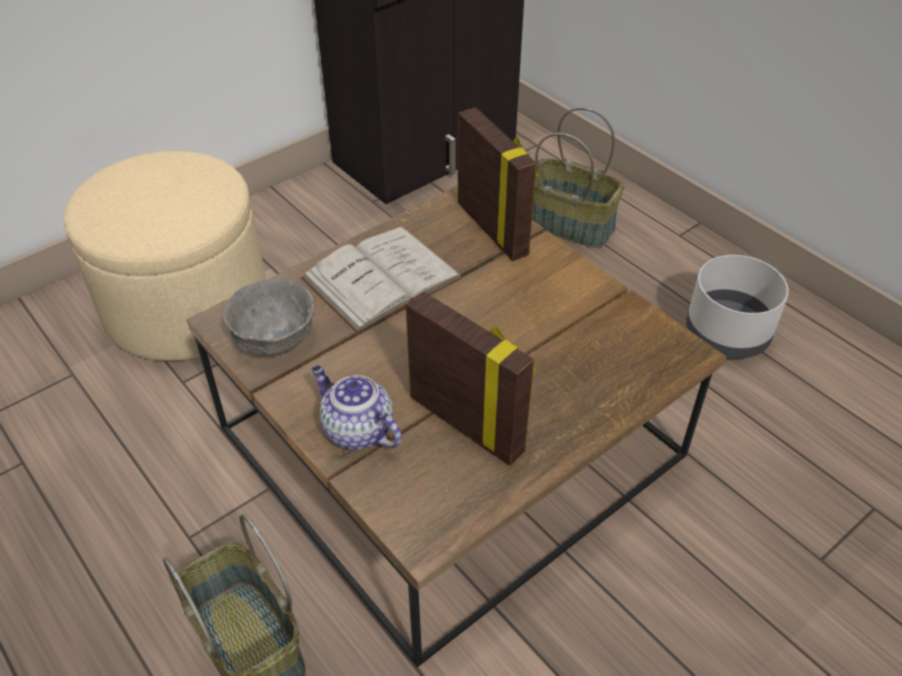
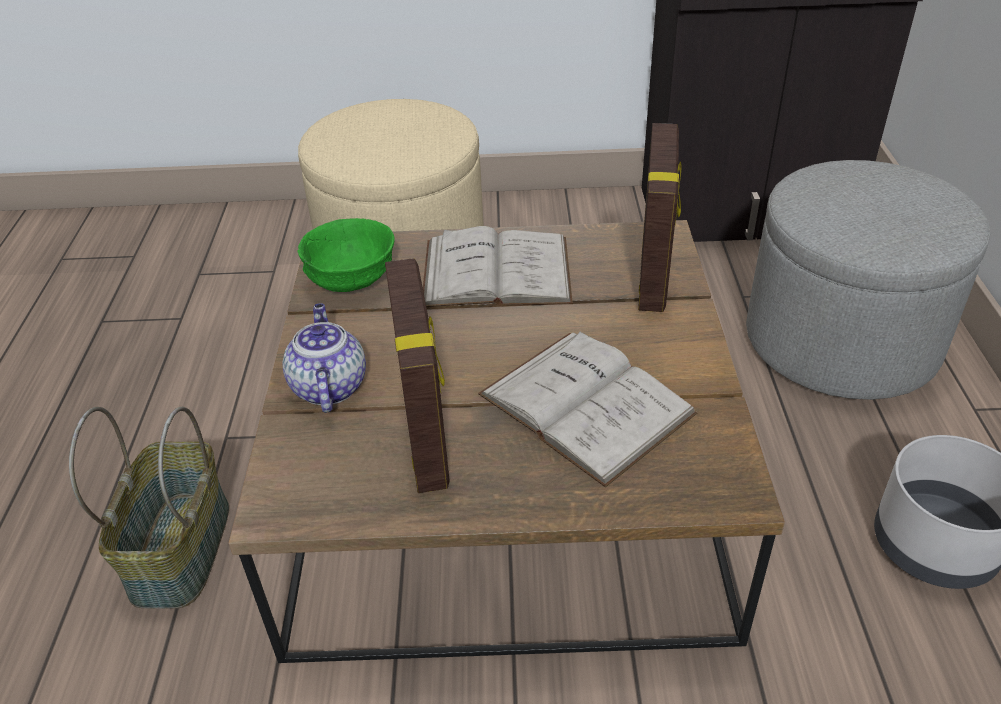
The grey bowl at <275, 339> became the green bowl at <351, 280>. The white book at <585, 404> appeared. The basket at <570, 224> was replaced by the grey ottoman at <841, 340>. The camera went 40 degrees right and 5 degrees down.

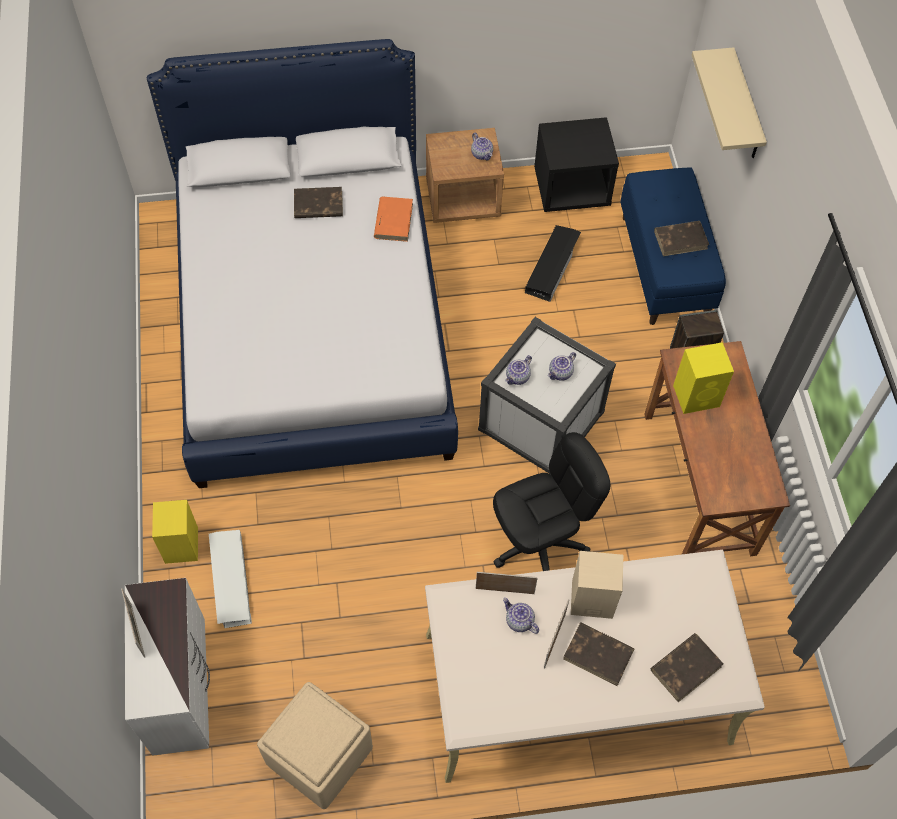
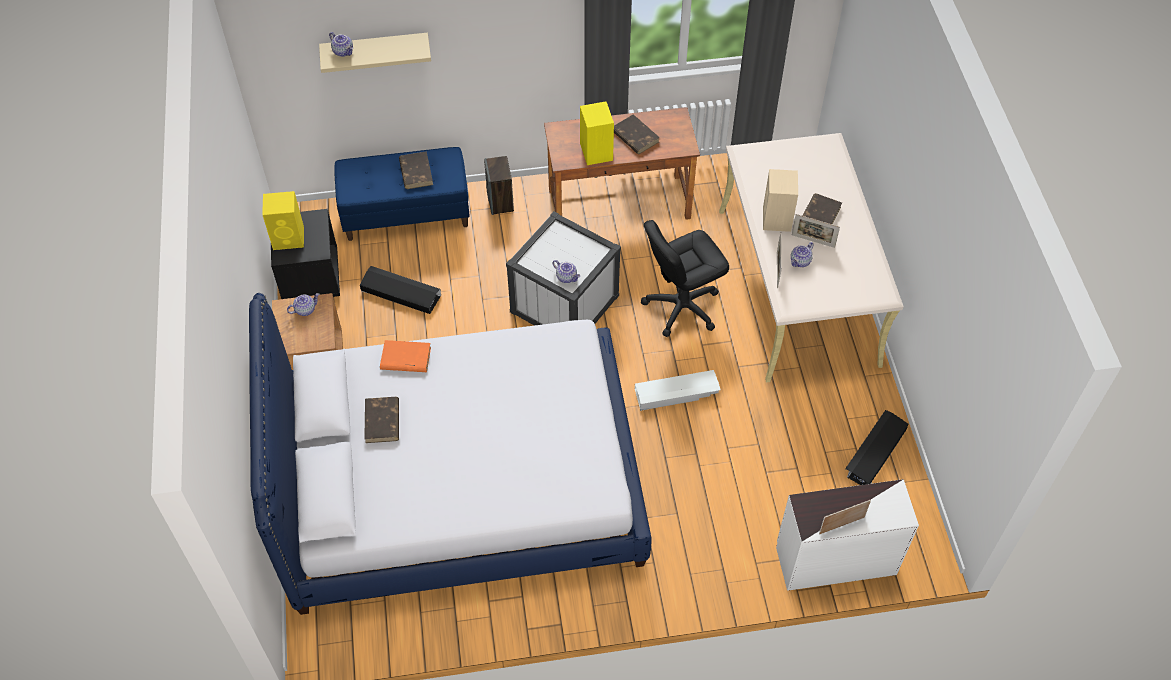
The yellow speaker moved from <181, 546> to <289, 238>. The teapot moved from <561, 373> to <343, 51>. The brown book moved from <686, 668> to <634, 136>. The white storage box moved from <230, 581> to <677, 393>. The black office chair at <539, 545> turned 90 degrees counterclockwise. The beige ottoman at <319, 753> was replaced by the black storage box at <874, 452>. The camera went 90 degrees left and 5 degrees down.

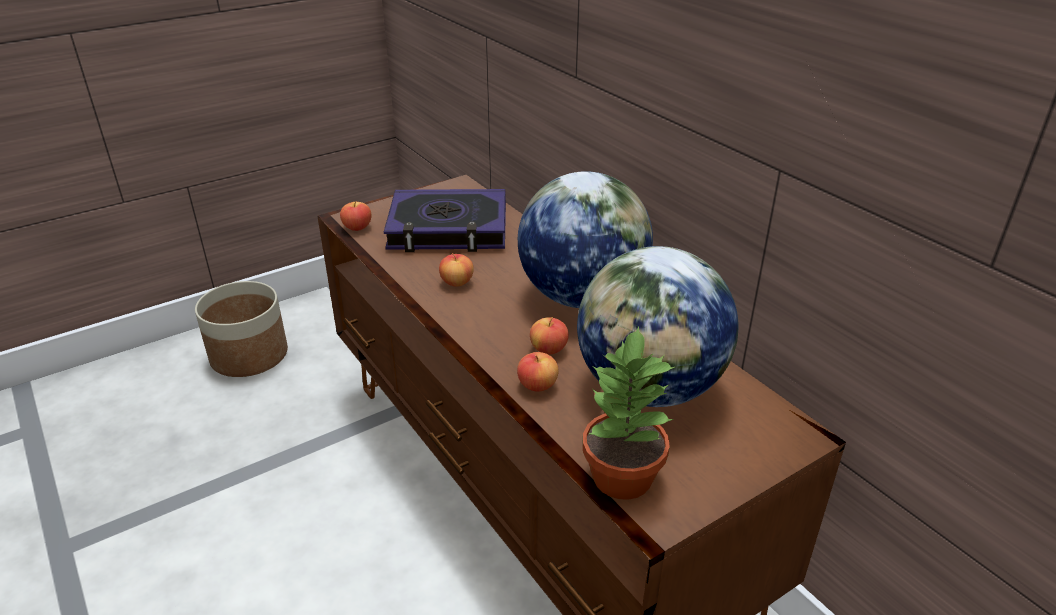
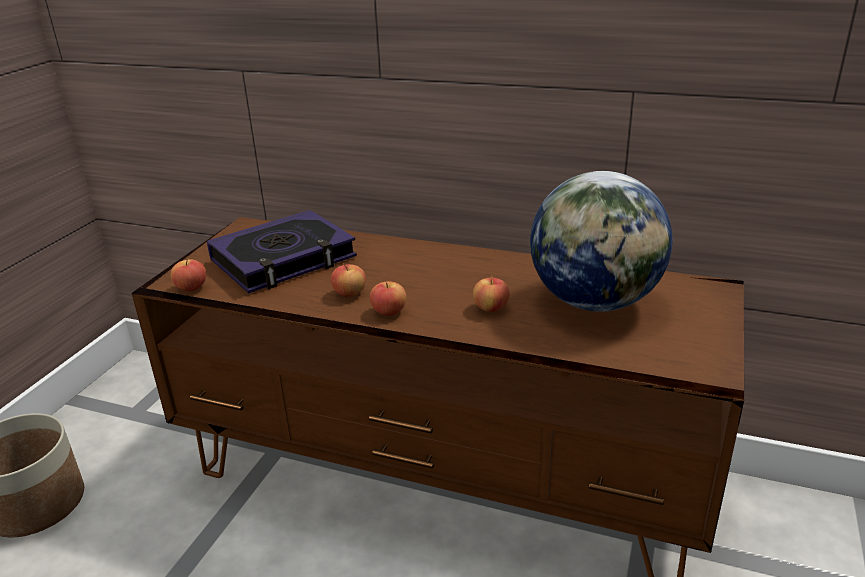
The apple moved from <537, 385> to <389, 311>. The globe at <582, 296> disappeared. The potted plant at <621, 478> disappeared. The camera went 35 degrees left and 5 degrees down.

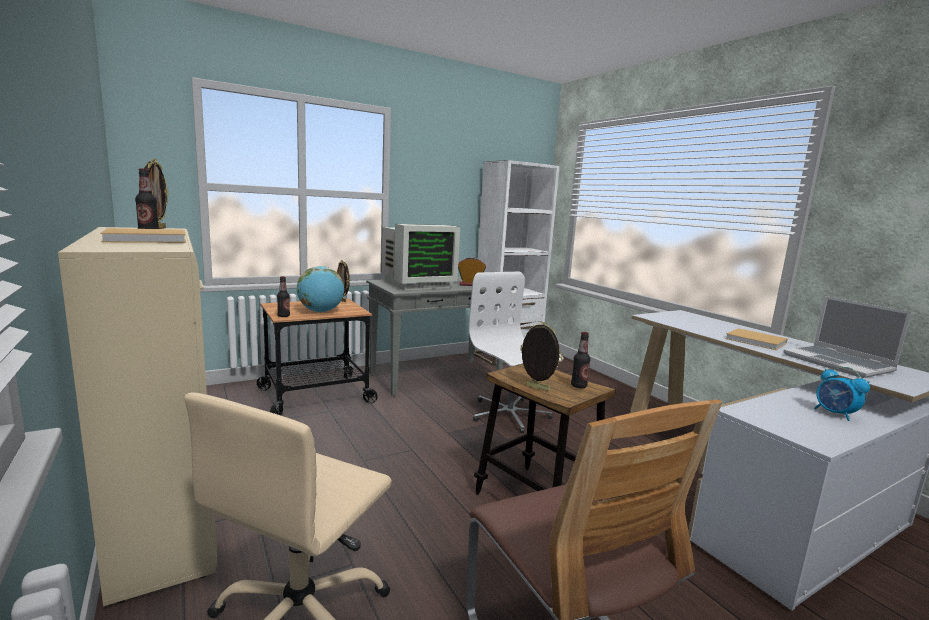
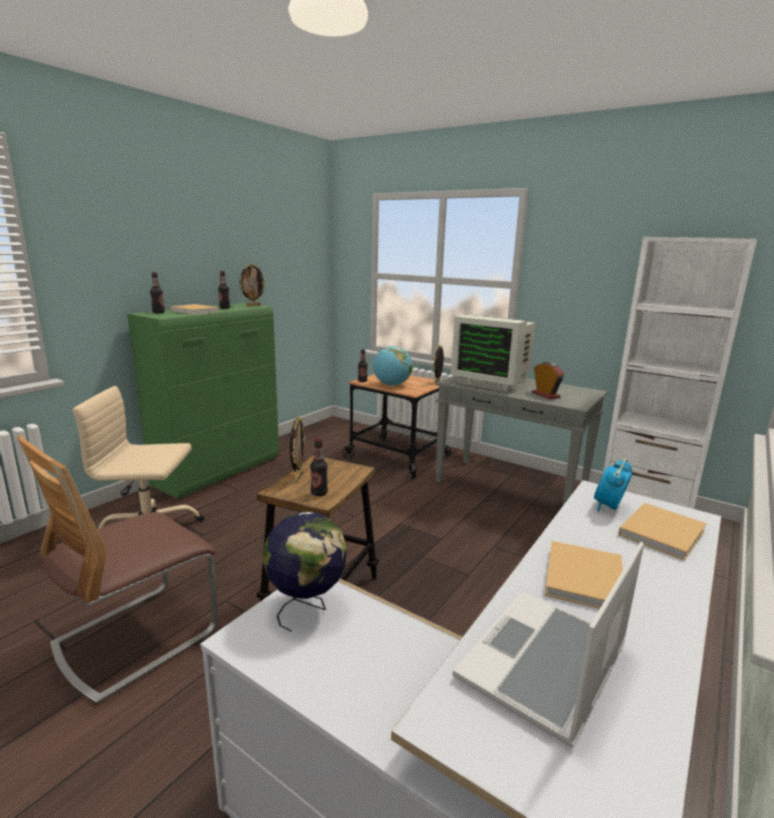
The beige cabinet at <165, 518> became the green cabinet at <219, 472>. The bottle at <158, 312> appeared. The globe at <307, 607> appeared. The alarm clock moved from <835, 414> to <608, 507>. The beige book at <662, 532> appeared. The white office chair at <509, 414> disappeared. The camera went 65 degrees right and 5 degrees up.

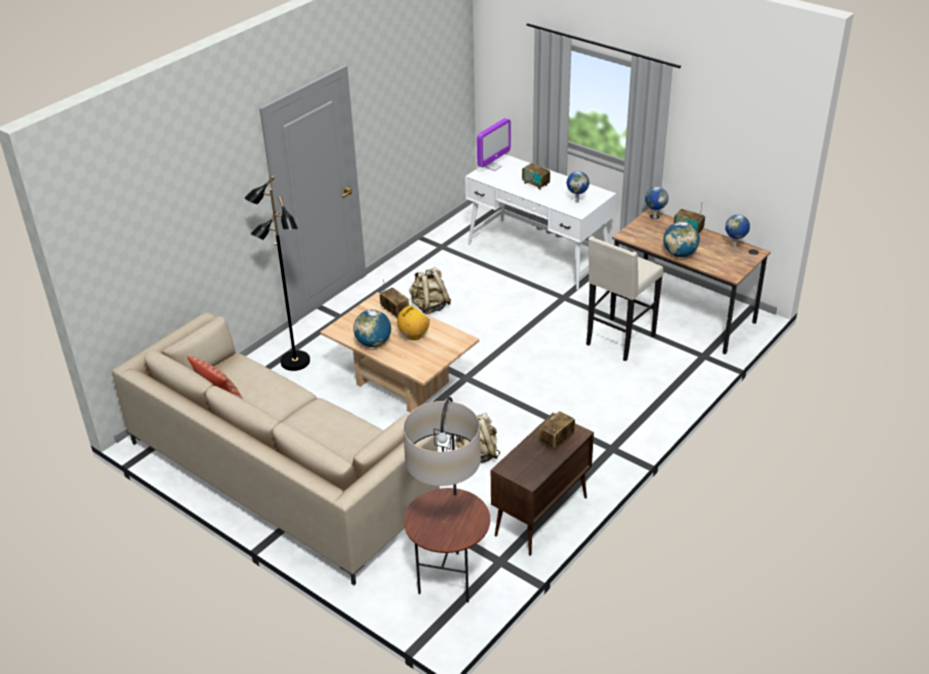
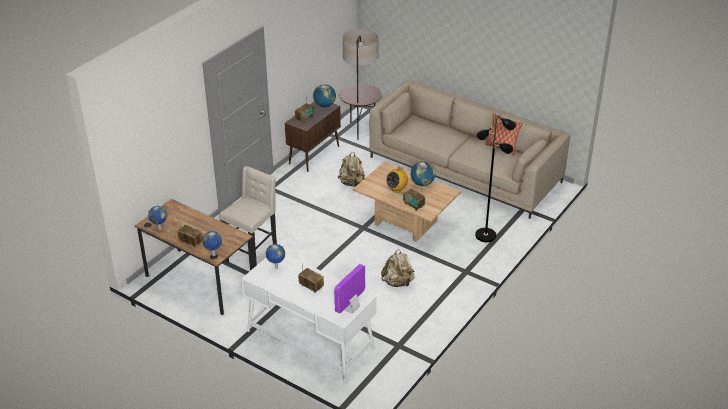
The globe moved from <679, 254> to <324, 105>. The camera went 175 degrees right and 0 degrees up.

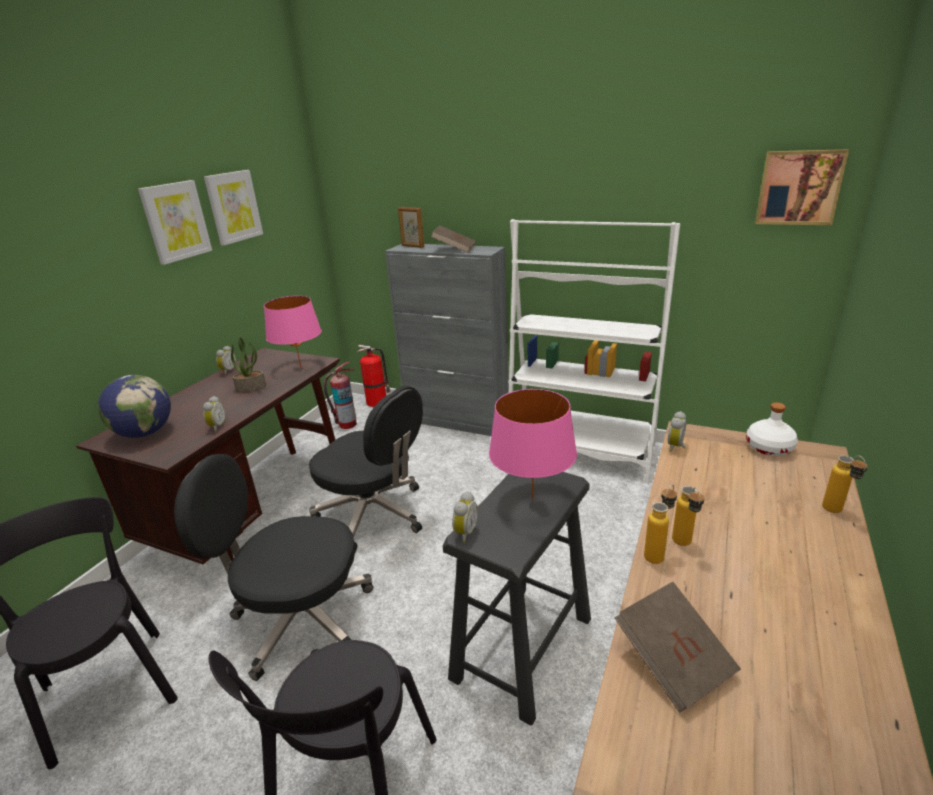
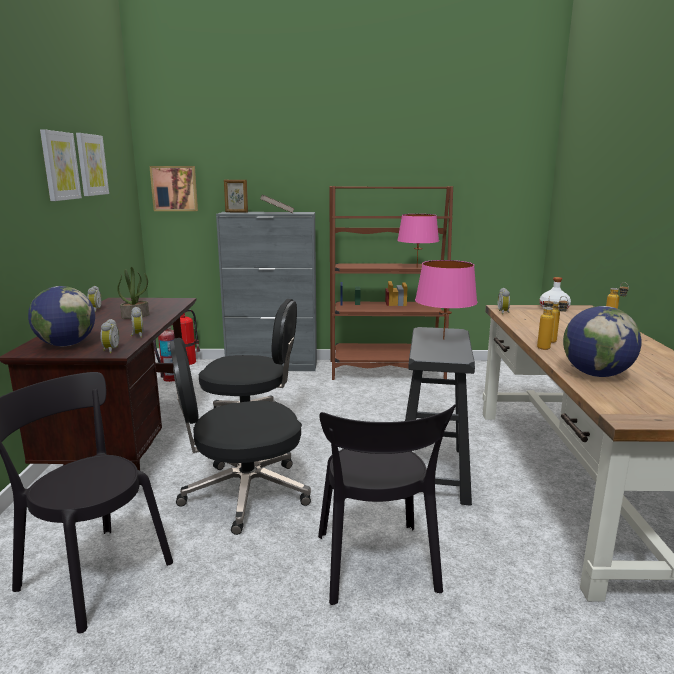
The alarm clock moved from <464, 532> to <110, 350>. The picture moved from <799, 187> to <174, 188>. The white bookcase at <581, 450> became the brown bookcase at <386, 370>. The pink table lamp moved from <300, 367> to <416, 267>. The brown book at <673, 660> was replaced by the globe at <596, 374>. The camera went 25 degrees left and 10 degrees down.

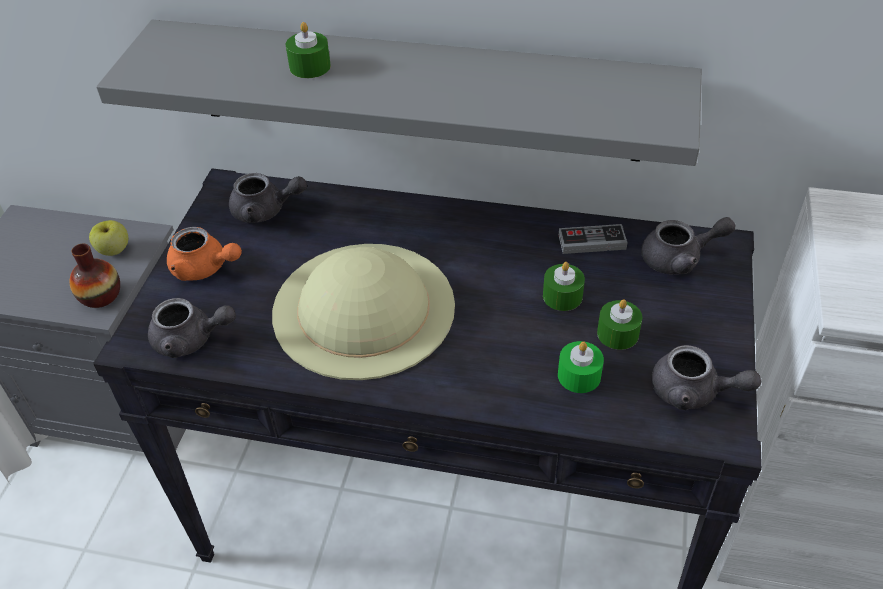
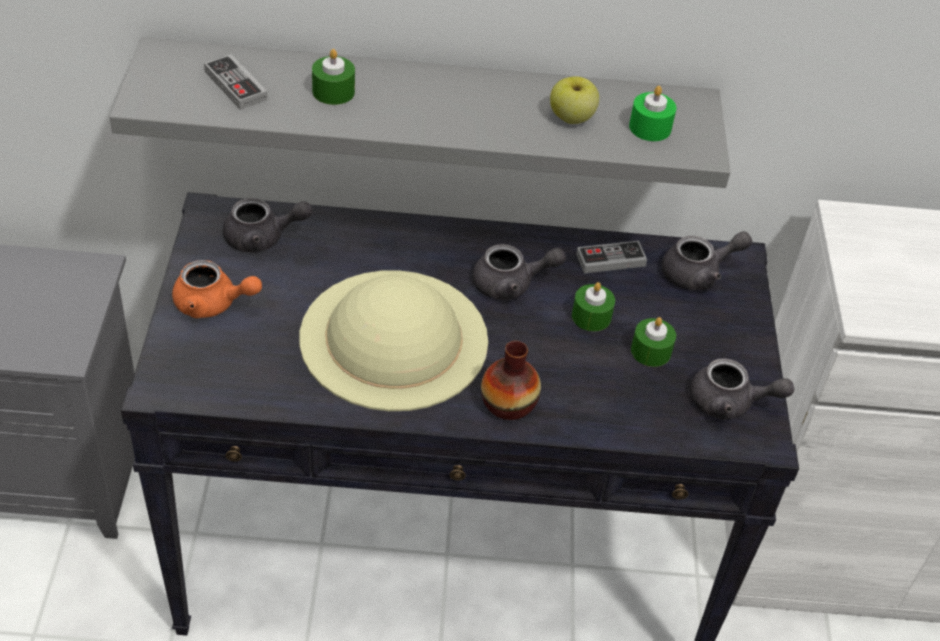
The game controller at <235, 85> appeared. The grey teapot moved from <191, 340> to <511, 284>. The vase moved from <100, 296> to <508, 403>. The apple moved from <114, 250> to <571, 118>. The green candle moved from <579, 376> to <650, 127>. The camera went 15 degrees left and 0 degrees up.

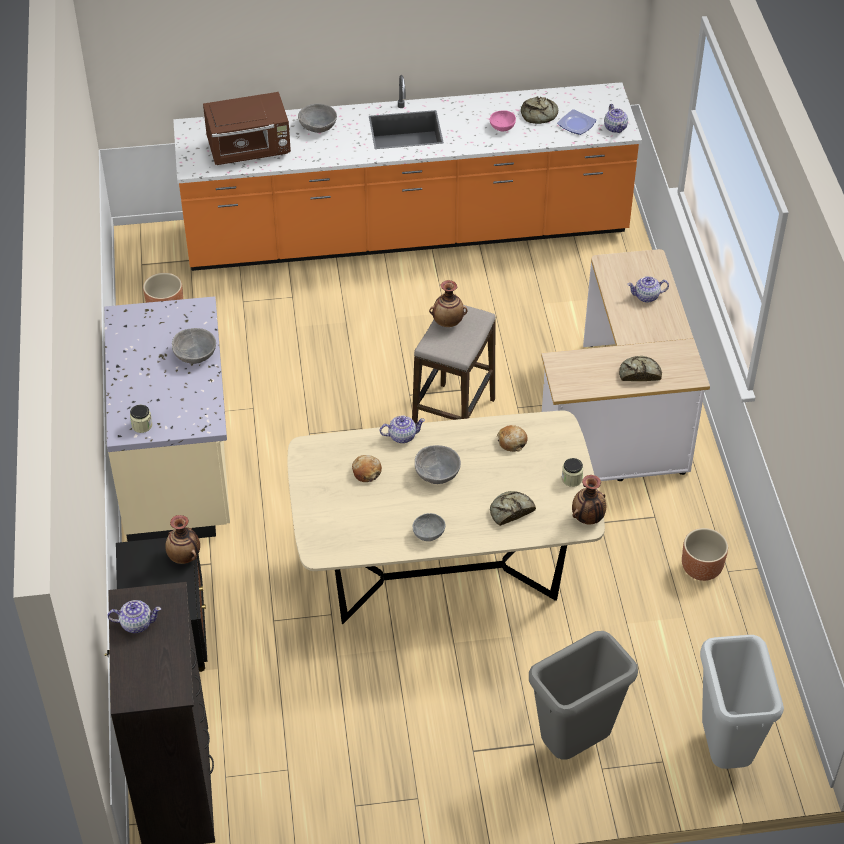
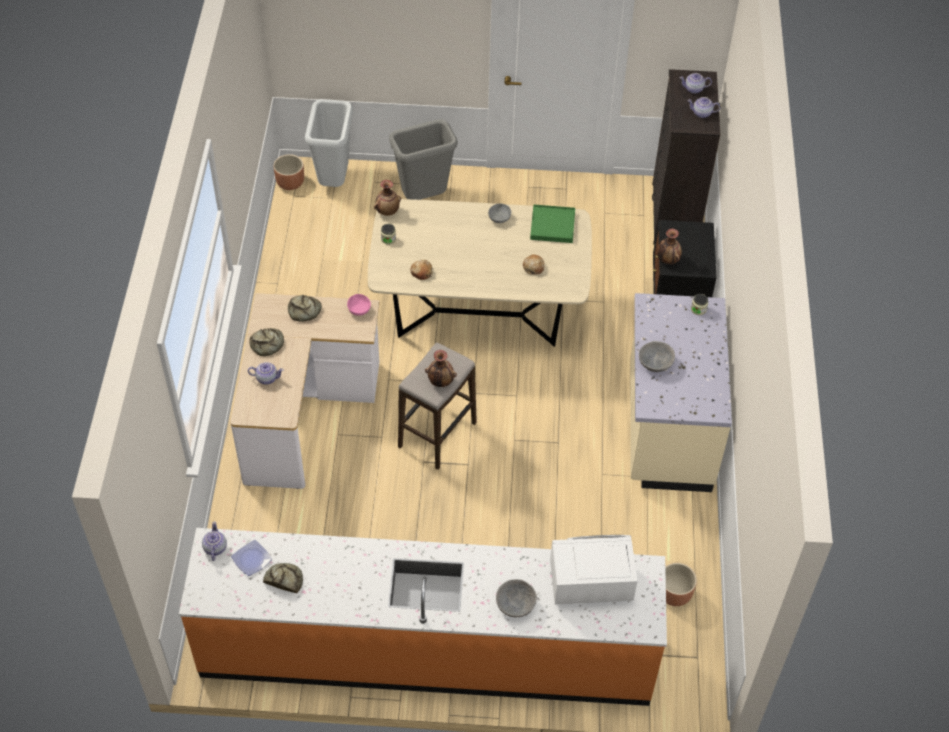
The bread moved from <510, 510> to <267, 344>. The brown planter moved from <702, 568> to <290, 183>. The pink bowl moved from <502, 127> to <359, 309>. The green tray at <552, 226> appeared. The brown microwave at <250, 150> became the white microwave at <589, 583>. The teapot moved from <402, 436> to <694, 89>. The grey bowl at <437, 473> disappeared. The camera went 170 degrees left and 5 degrees up.

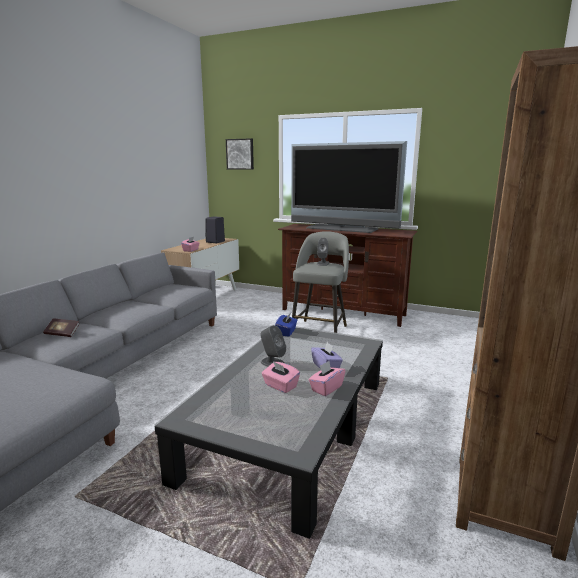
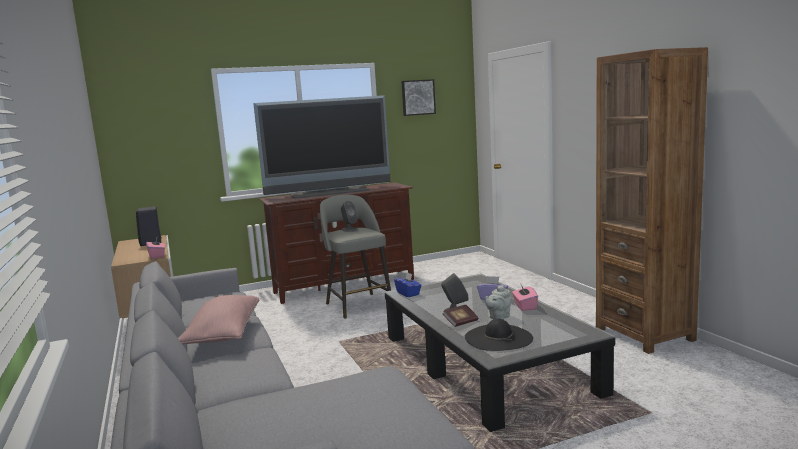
The pink pillow at <223, 334> appeared. The picture moved from <240, 154> to <418, 97>. The book moved from <62, 333> to <460, 322>. The black hat at <498, 337> appeared. The pink tissue box at <280, 386> was replaced by the grey teapot at <498, 317>. The camera went 45 degrees left and 5 degrees down.

